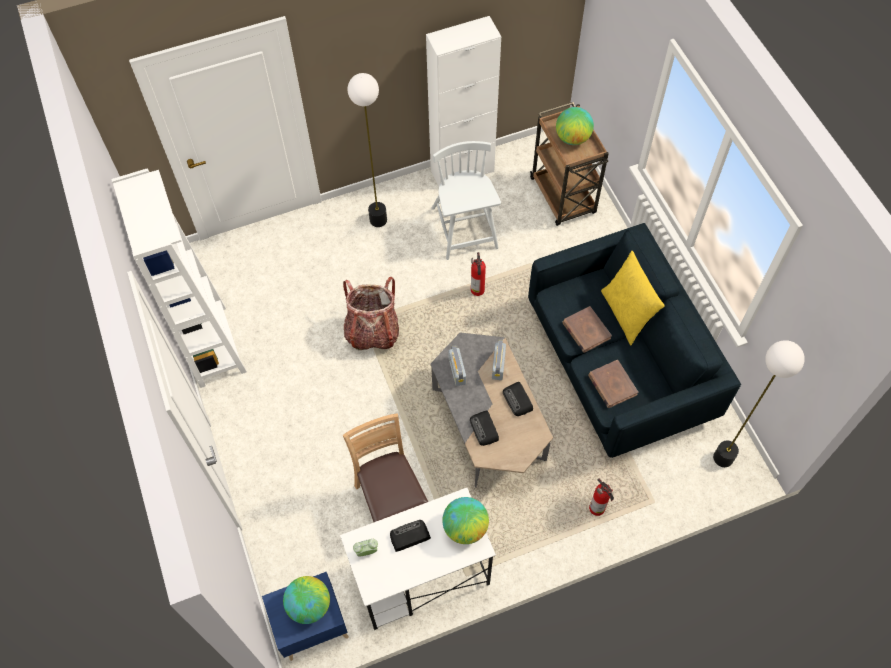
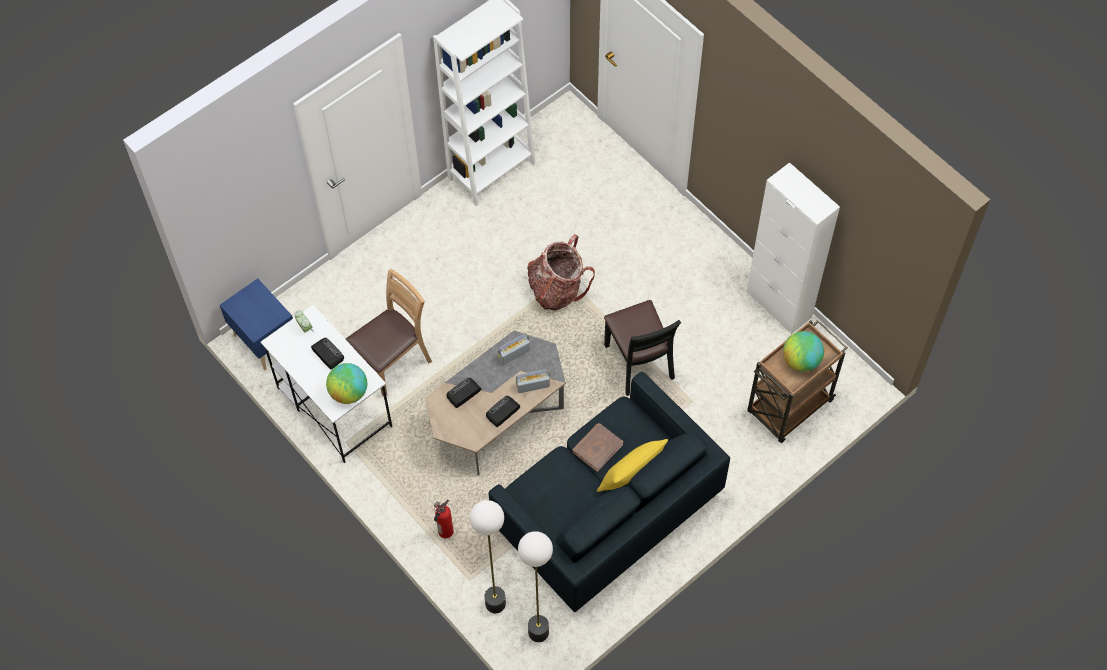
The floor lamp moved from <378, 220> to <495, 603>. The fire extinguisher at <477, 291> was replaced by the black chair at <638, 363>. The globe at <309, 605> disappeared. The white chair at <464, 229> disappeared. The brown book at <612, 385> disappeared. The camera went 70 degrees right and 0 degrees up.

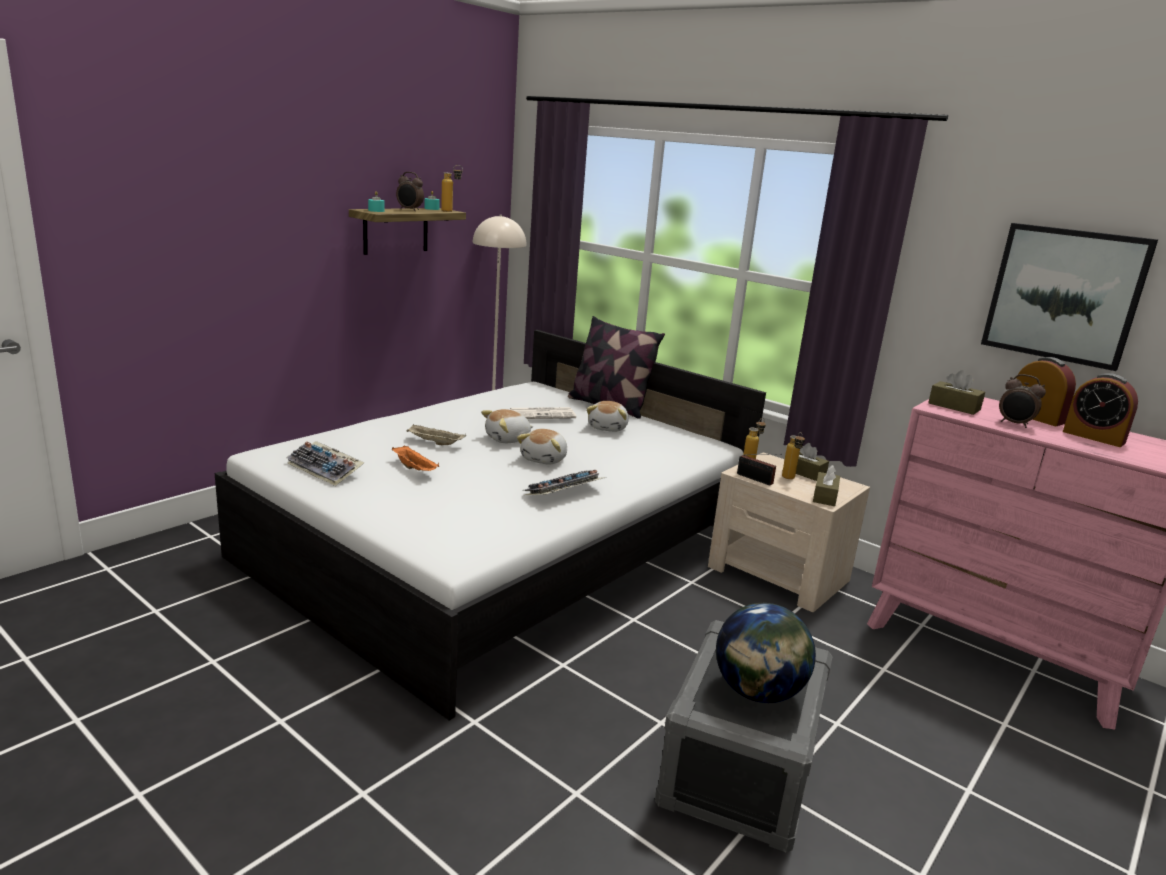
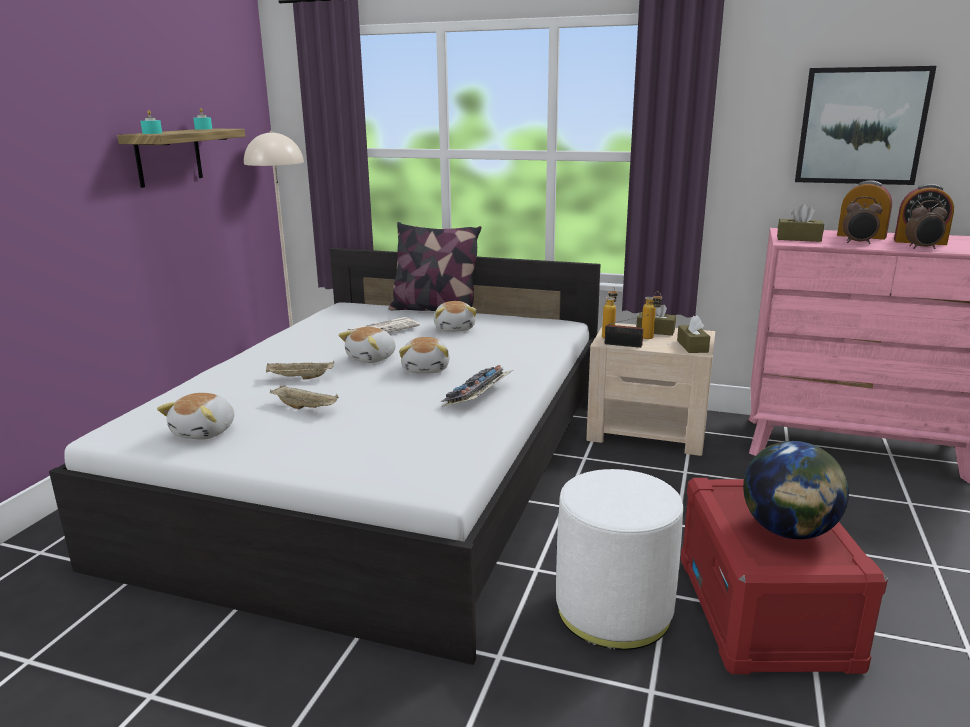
The keyboard at <326, 470> was replaced by the plush toy at <205, 432>. The orange tray at <415, 469> became the beige tray at <306, 408>. The white ottoman at <613, 610> appeared. The grey storage box at <740, 769> became the red storage box at <765, 613>. The alarm clock moved from <409, 210> to <922, 248>. The bottle at <451, 211> disappeared. The camera went 20 degrees left and 0 degrees up.

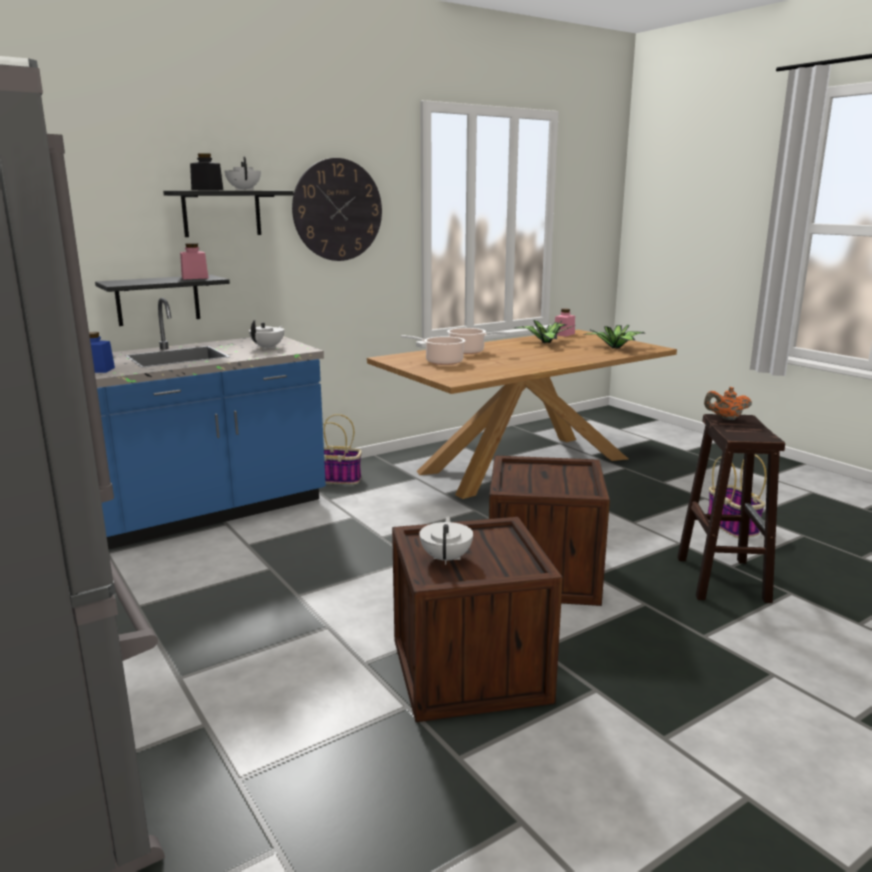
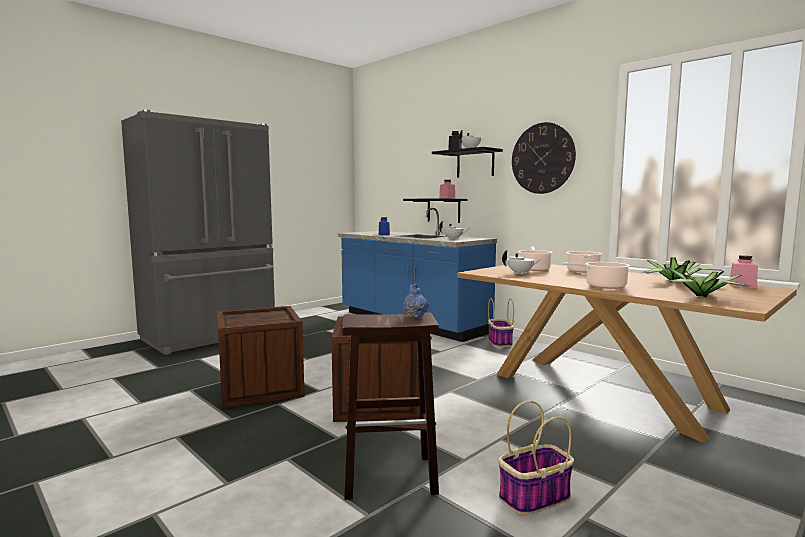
The orange teapot at <726, 418> became the blue teapot at <415, 316>. The white teapot moved from <446, 558> to <520, 273>. The cooking pot at <603, 286> appeared. The camera went 80 degrees right and 10 degrees down.

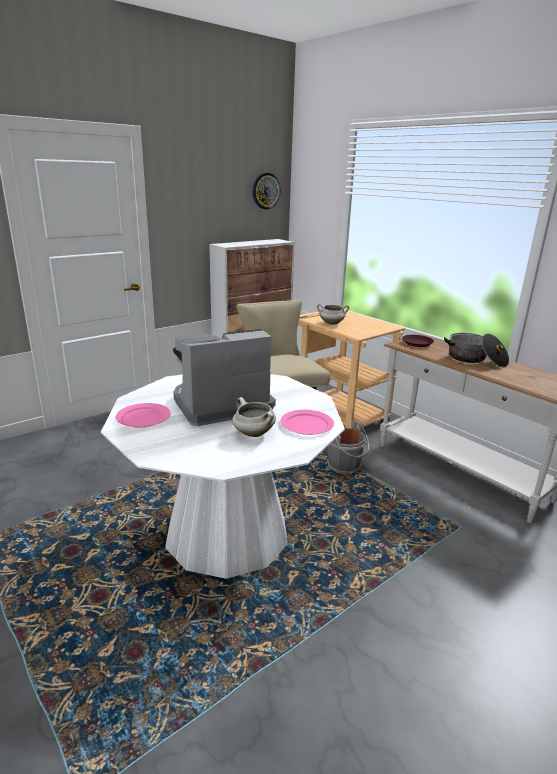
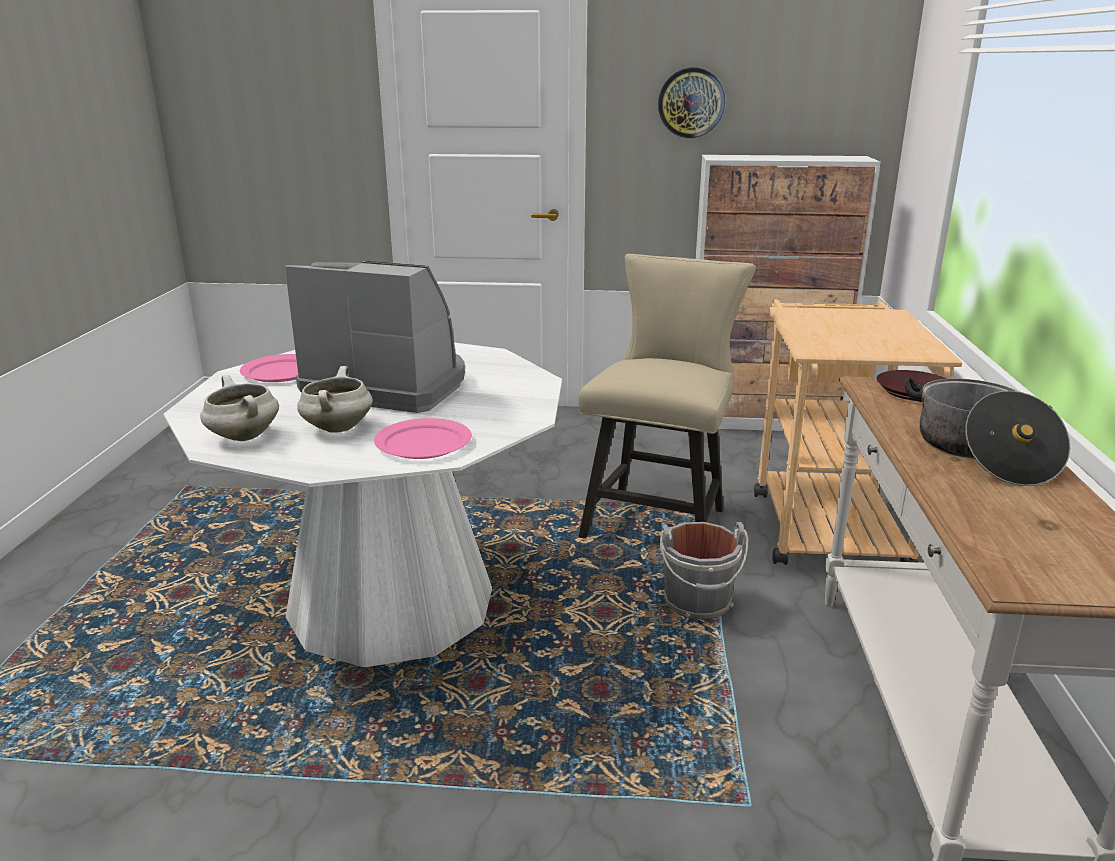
The white cooking pot moved from <331, 323> to <242, 436>. The wall clock moved from <265, 191> to <691, 103>. The camera went 45 degrees right and 0 degrees up.

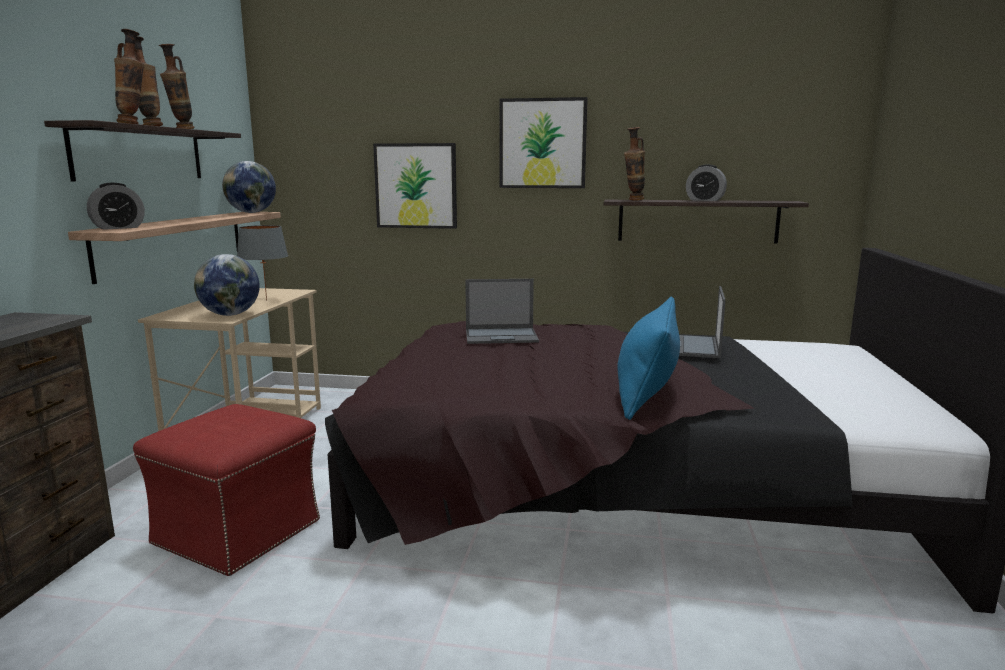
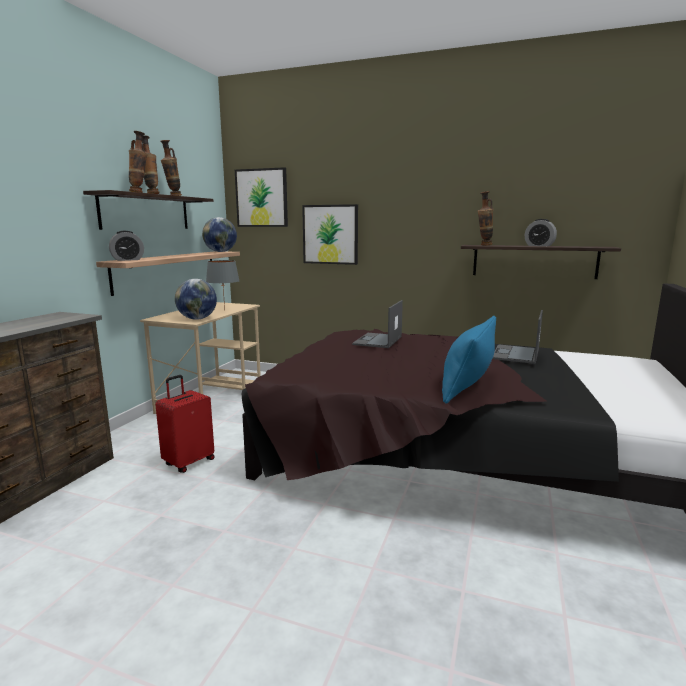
The red ottoman at <239, 531> was replaced by the red suitcase at <188, 462>. The picture moved from <542, 143> to <262, 198>. The laptop at <502, 336> turned 105 degrees clockwise. The camera went 10 degrees right and 0 degrees up.

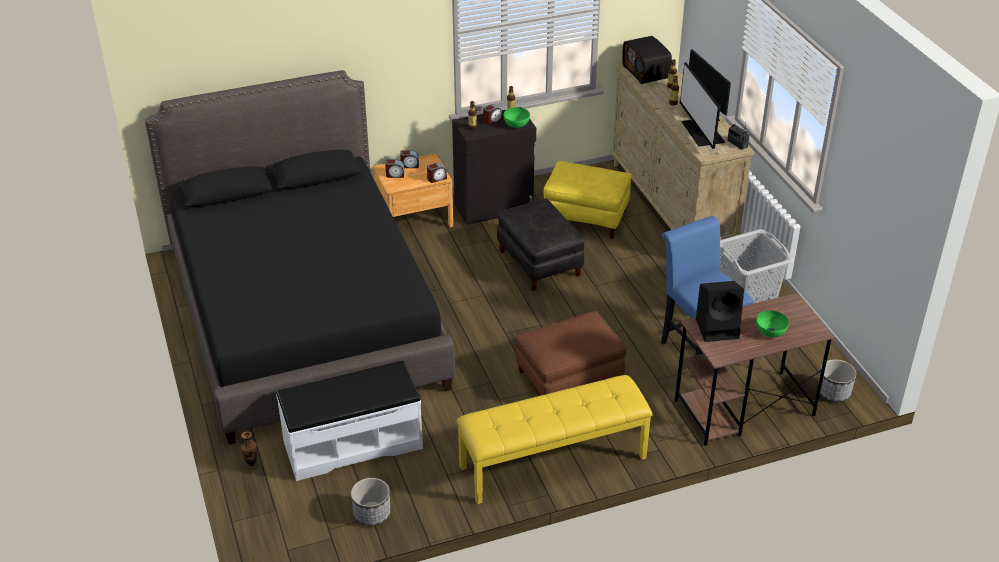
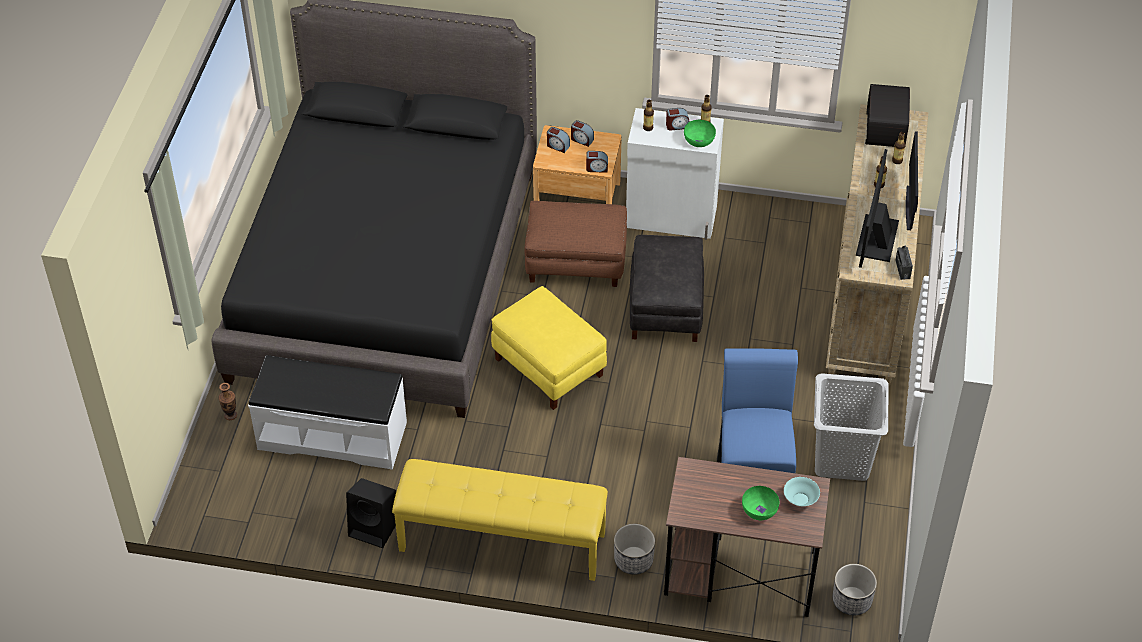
The black speaker moved from <718, 328> to <375, 528>. The yellow ottoman moved from <586, 217> to <549, 367>. The brown ottoman moved from <569, 378> to <575, 262>. The planter moved from <372, 514> to <633, 560>. The black cabinet at <494, 207> became the white cabinet at <671, 218>. The turquoise bowl at <800, 499> appeared. The camera went 30 degrees right and 10 degrees up.

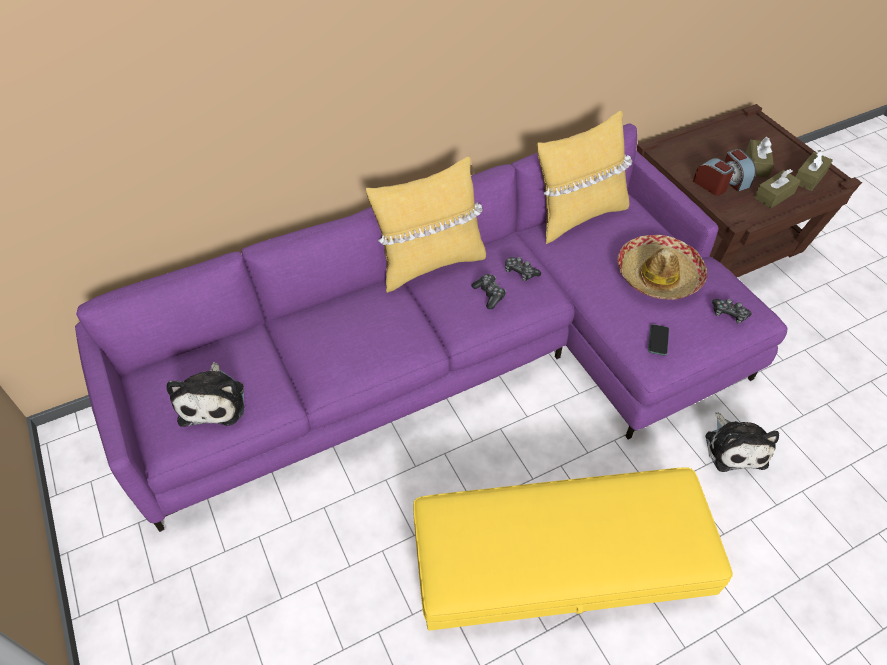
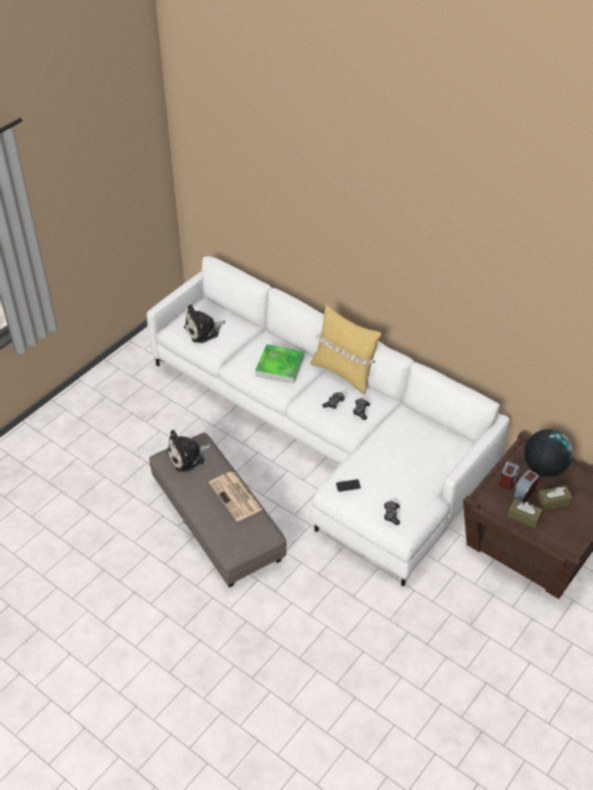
The purple sofa at <458, 359> became the white sofa at <325, 435>. The yellow ottoman at <559, 563> became the grey ottoman at <217, 520>. The plush toy moved from <734, 447> to <188, 456>. The newspaper at <236, 497> appeared. The tray at <280, 366> appeared. The globe at <544, 468> appeared. The yellow pillow at <577, 216> disappeared. The hat at <658, 275> disappeared. The brown tissue box at <809, 178> disappeared. The camera went 65 degrees right and 5 degrees down.

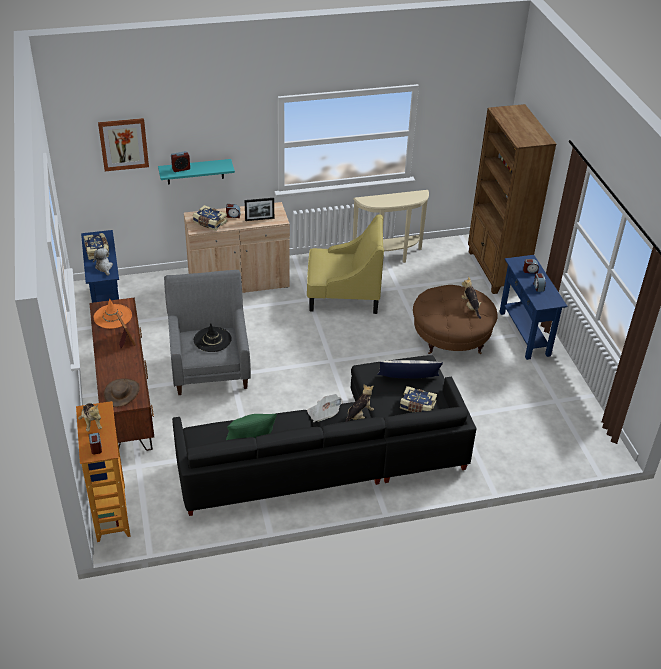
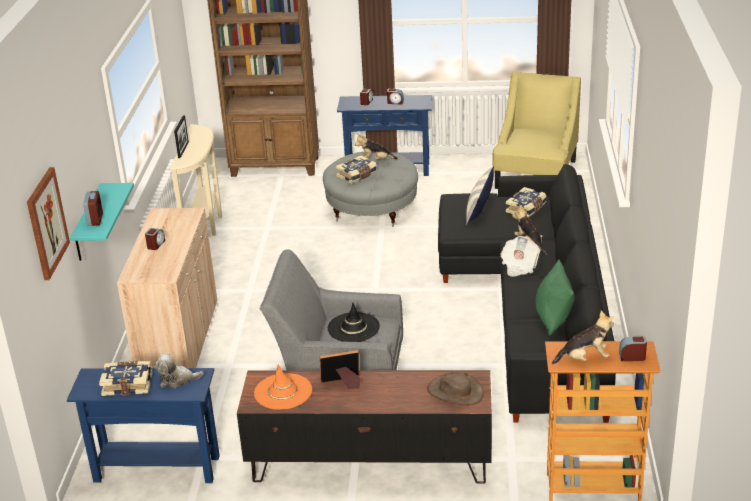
The picture frame moved from <259, 219> to <183, 150>. The brown ottoman at <451, 337> became the grey ottoman at <372, 209>. The book moved from <209, 223> to <357, 175>. The yellow armchair moved from <343, 294> to <536, 174>. The camera went 70 degrees left and 10 degrees down.

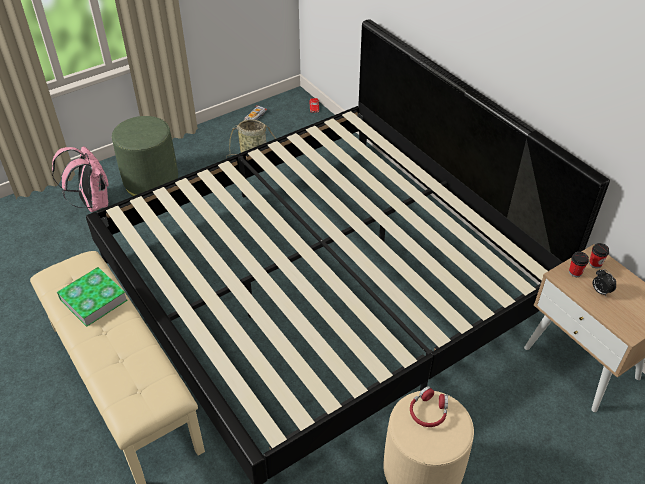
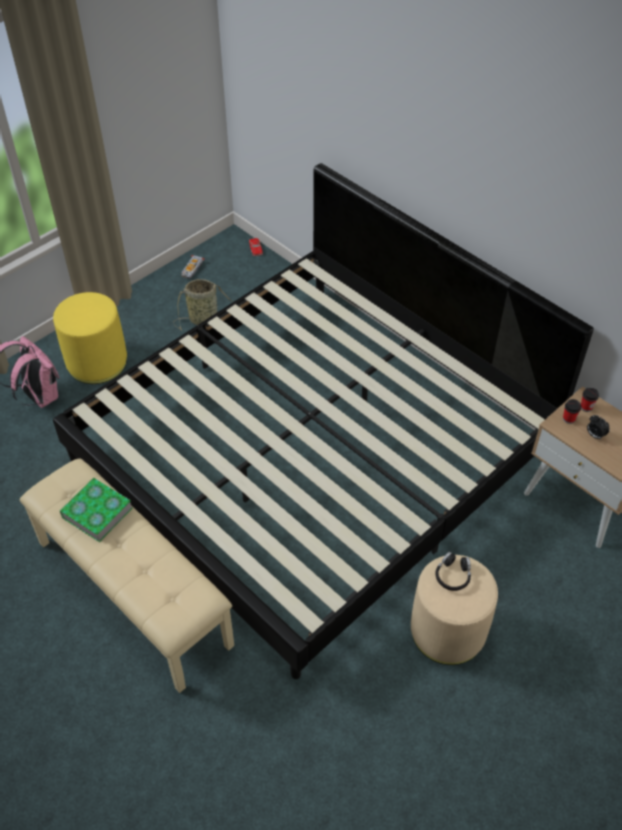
The green ottoman at <151, 181> became the yellow ottoman at <97, 362>. The red headphones at <428, 411> became the black headphones at <453, 575>. The camera went 10 degrees left and 5 degrees up.

